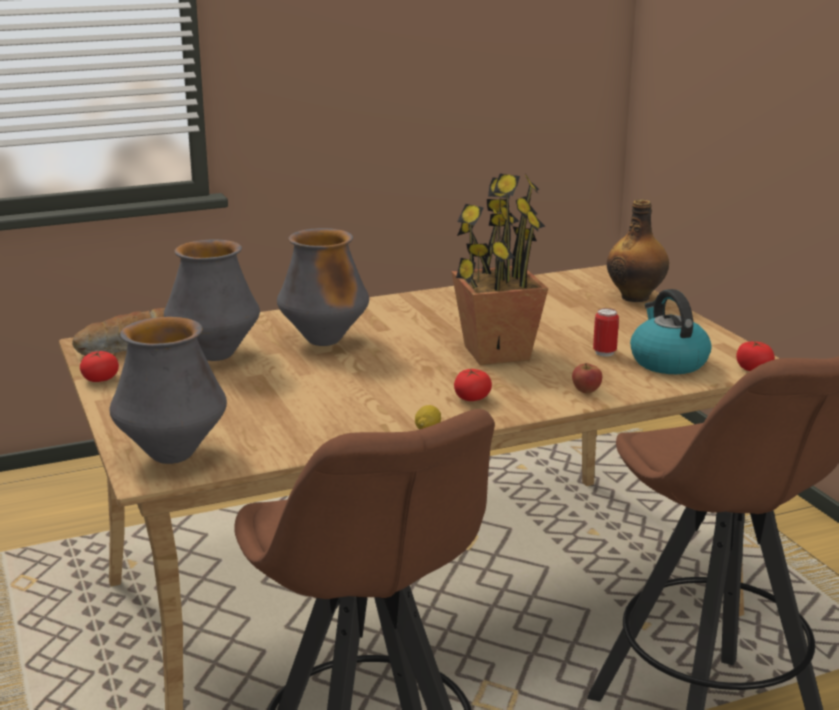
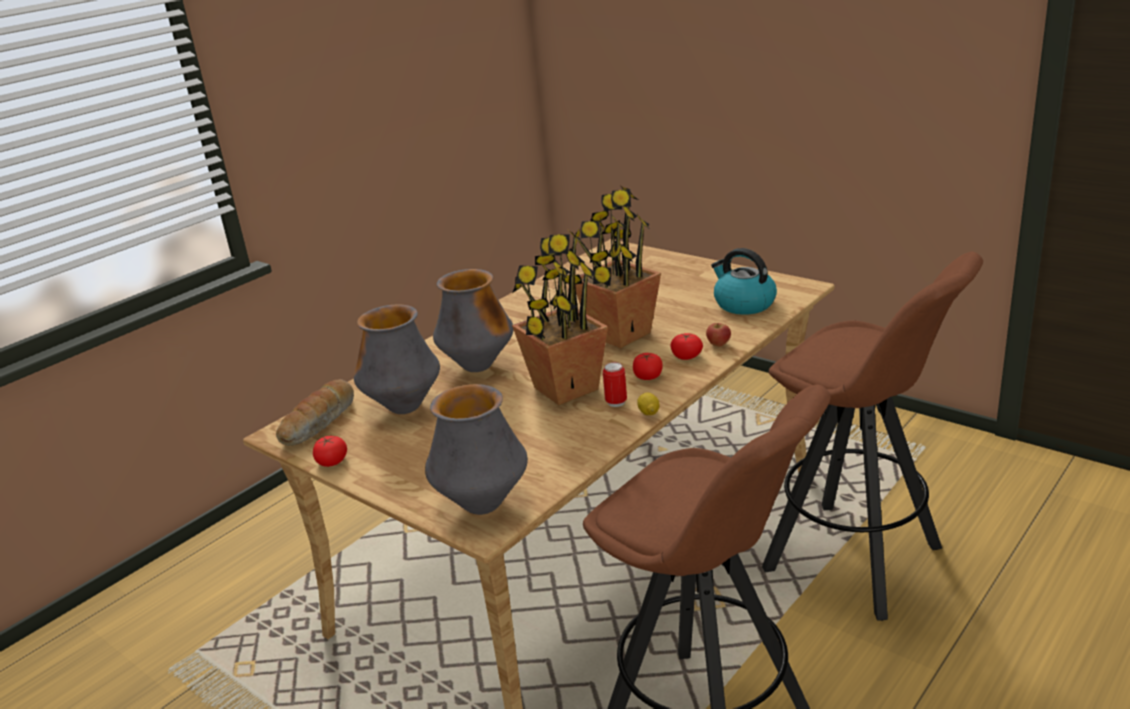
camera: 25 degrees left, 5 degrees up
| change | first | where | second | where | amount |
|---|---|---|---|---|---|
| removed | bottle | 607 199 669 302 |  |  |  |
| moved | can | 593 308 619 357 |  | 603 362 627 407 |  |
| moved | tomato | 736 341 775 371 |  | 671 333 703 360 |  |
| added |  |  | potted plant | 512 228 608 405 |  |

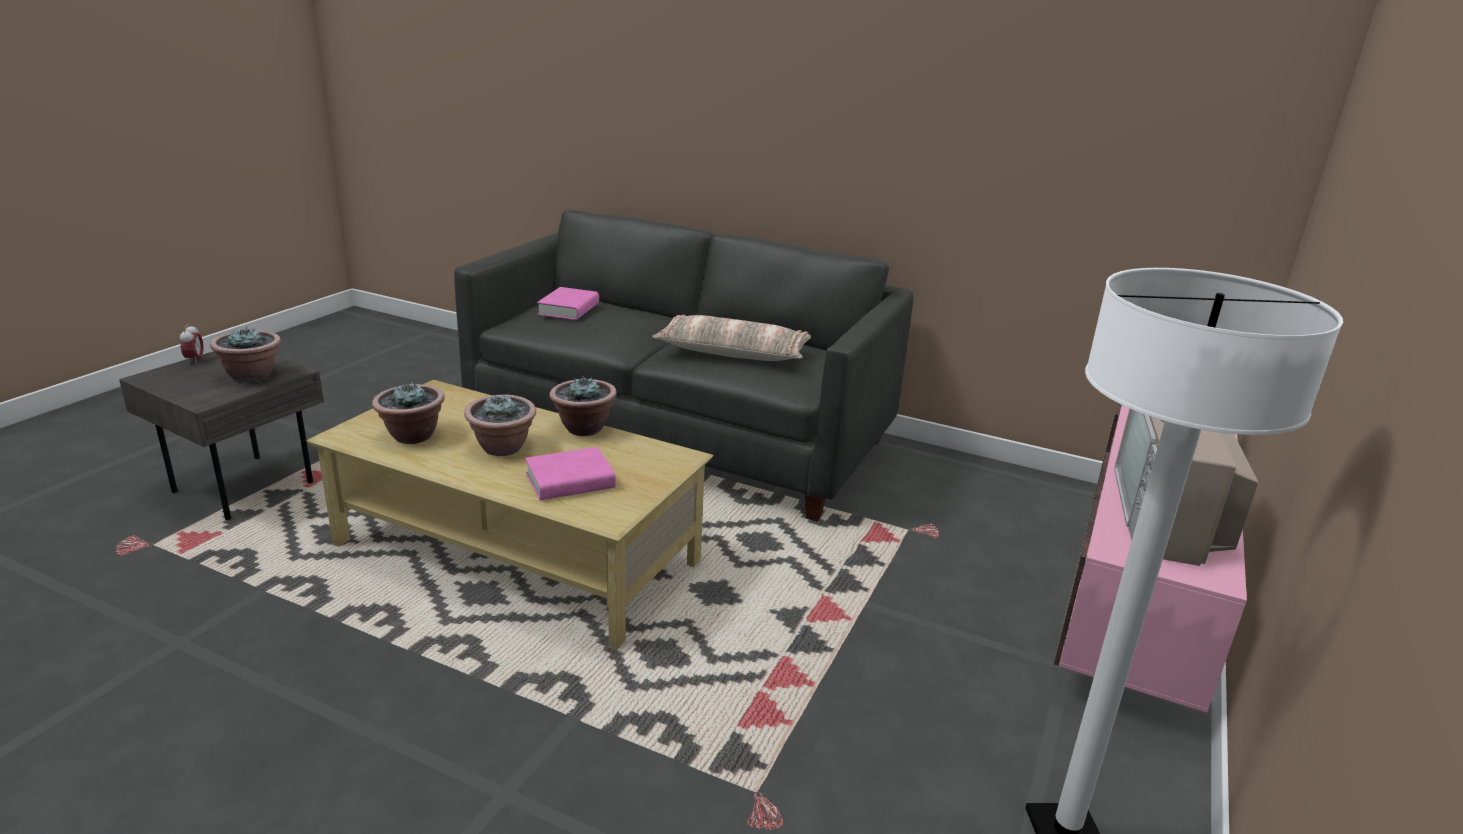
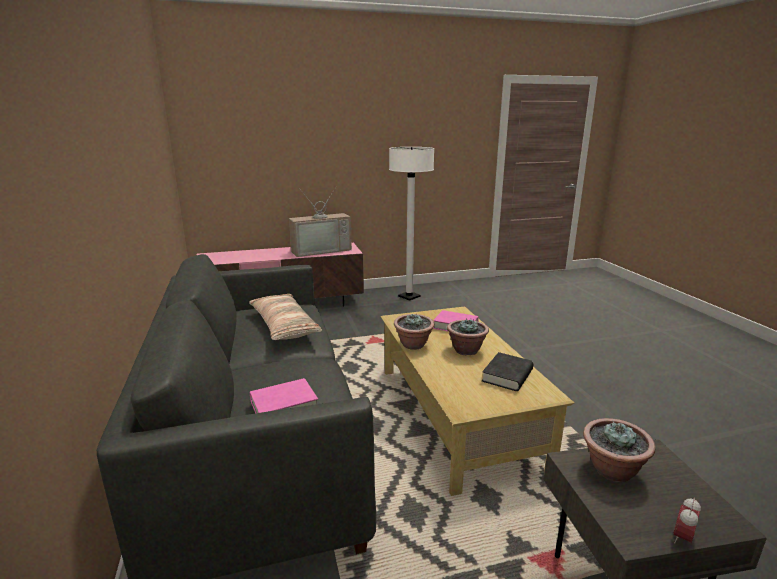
camera: 130 degrees left, 5 degrees down
| change | first | where | second | where | amount |
|---|---|---|---|---|---|
| replaced | potted plant | 372 382 445 444 | black book | 482 352 533 391 |  |

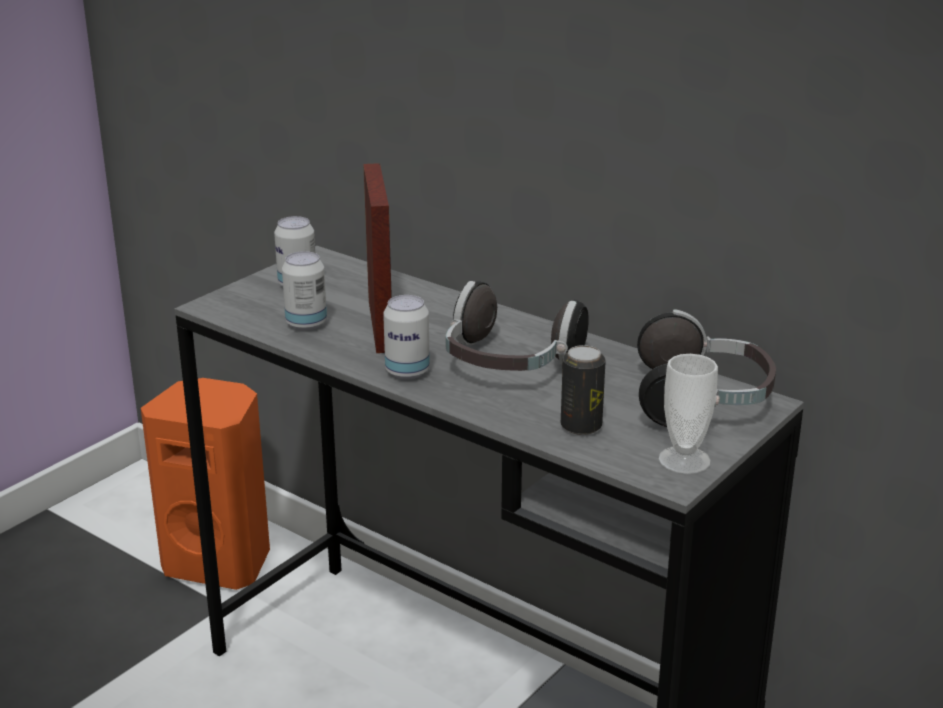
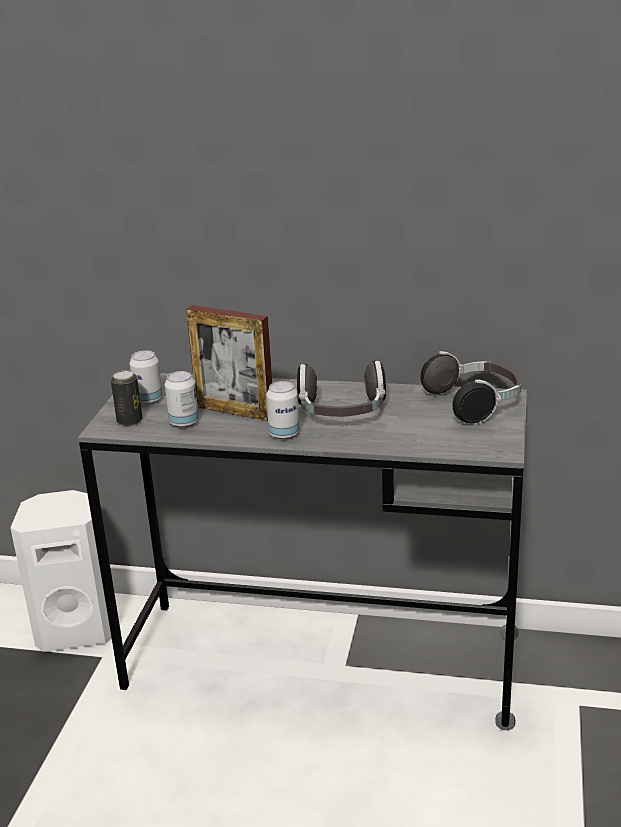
camera: 25 degrees left, 0 degrees up
| change | first | where | second | where | amount |
|---|---|---|---|---|---|
| turned | picture frame | 363 163 392 353 |  | 186 305 272 421 | 150 degrees clockwise |
| moved | can | 561 345 606 435 |  | 111 370 142 426 |  |
| removed | cup | 658 354 718 474 |  |  |  |
| recoloured | orange speaker | 141 378 270 590 | white speaker | 10 490 111 652 |  |

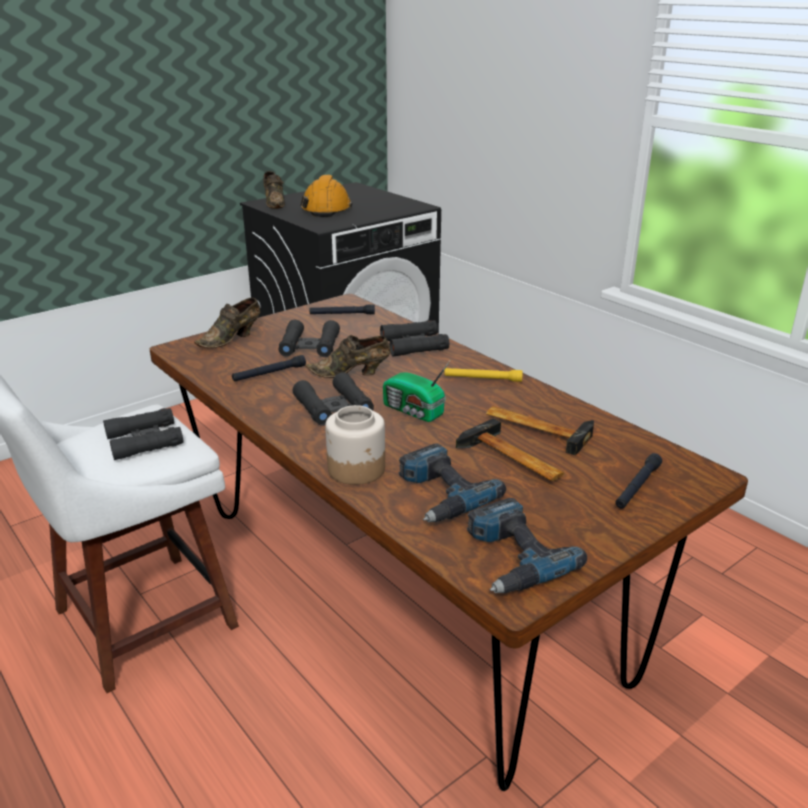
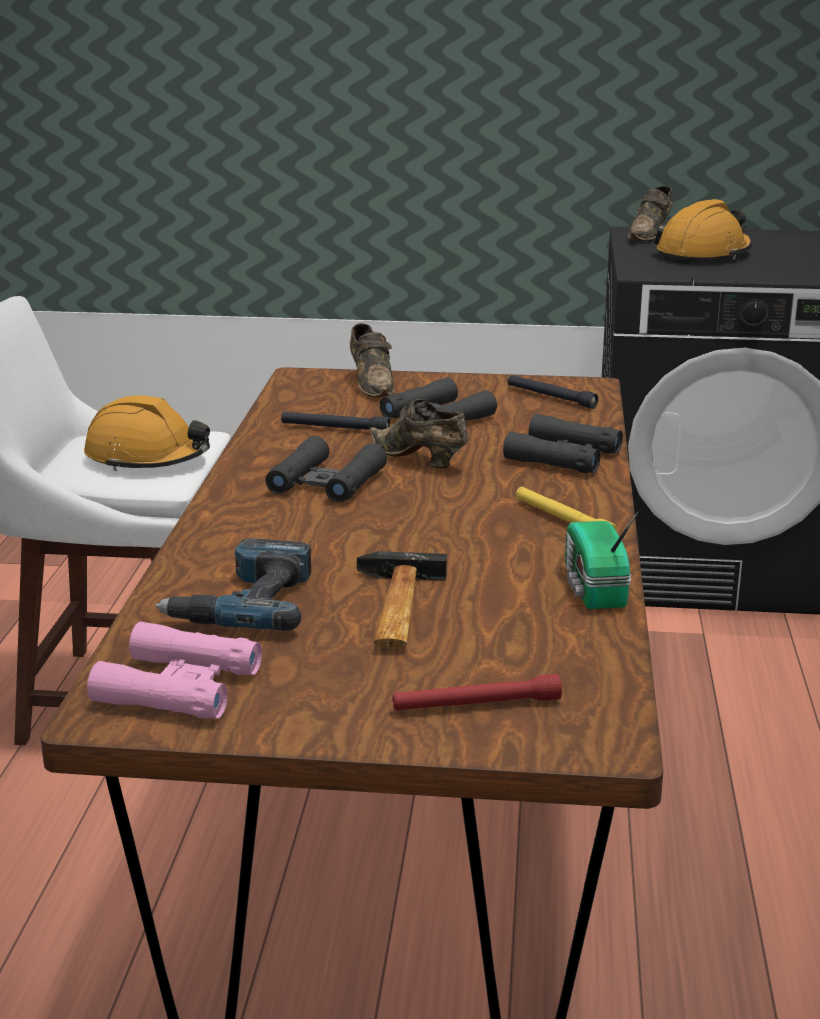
camera: 45 degrees right, 5 degrees down
| change | first | where | second | where | amount |
|---|---|---|---|---|---|
| turned | brown shoe | 194 298 261 348 |  | 350 323 394 398 | 105 degrees counterclockwise |
| moved | radio | 383 361 450 422 |  | 565 512 638 609 |  |
| removed | jar | 325 405 385 485 |  |  |  |
| removed | hammer | 486 406 594 456 |  |  |  |
| replaced | black binoculars | 103 408 184 460 | orange hard hat | 84 395 210 471 |  |
| recoloured | black flashlight | 615 453 662 509 | red flashlight | 392 674 562 711 |  |
| replaced | power drill | 467 498 587 593 | pink binoculars | 87 622 262 719 |  |

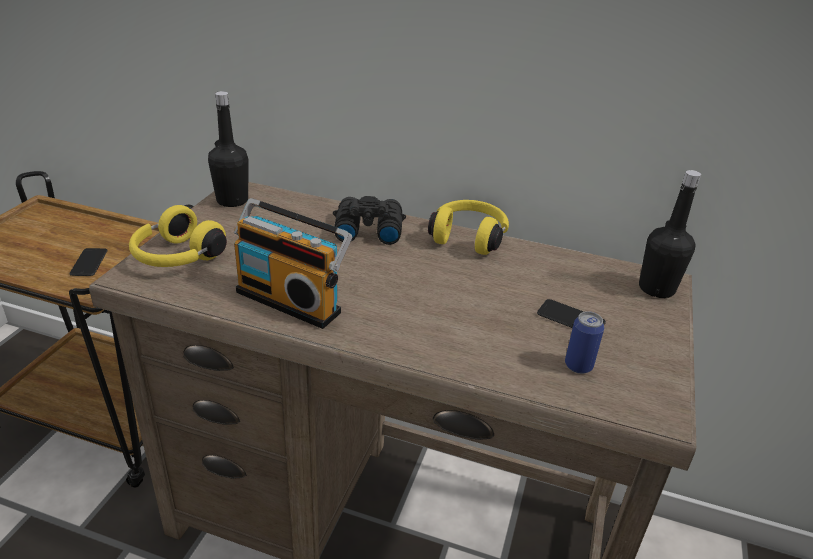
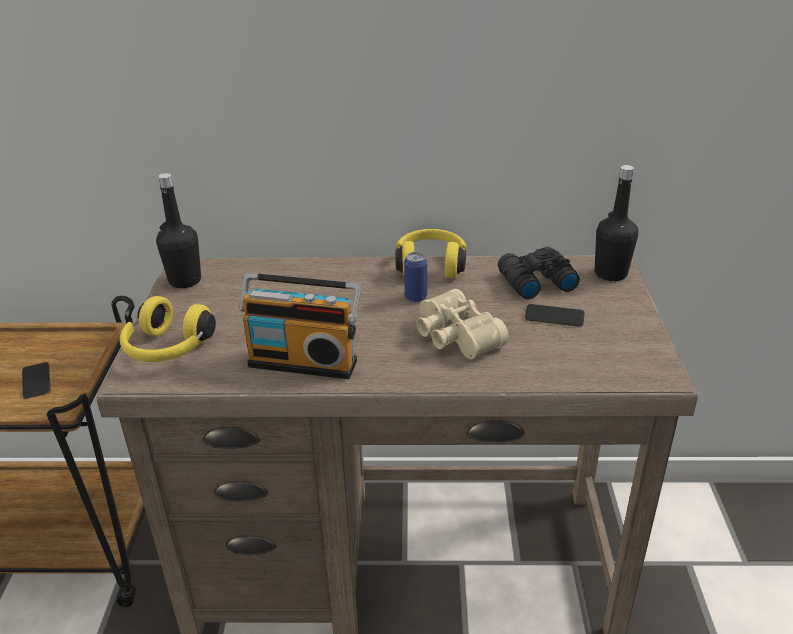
camera: 15 degrees left, 0 degrees up
| change | first | where | second | where | amount |
|---|---|---|---|---|---|
| moved | black binoculars | 333 196 406 245 |  | 498 247 580 299 |  |
| moved | can | 565 311 604 374 |  | 404 252 427 302 |  |
| added |  |  | beige binoculars | 417 289 509 359 |  |

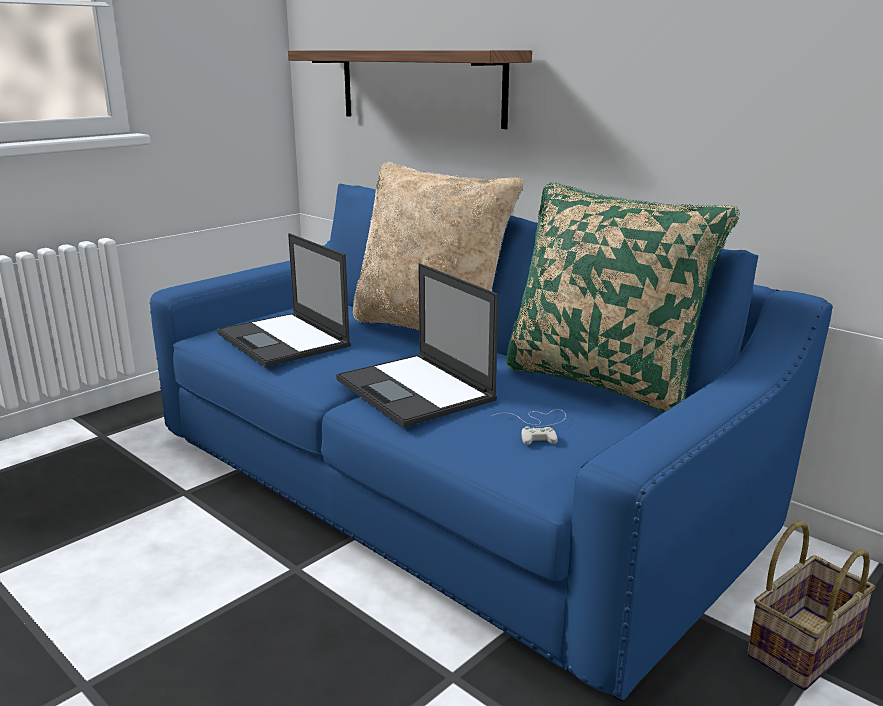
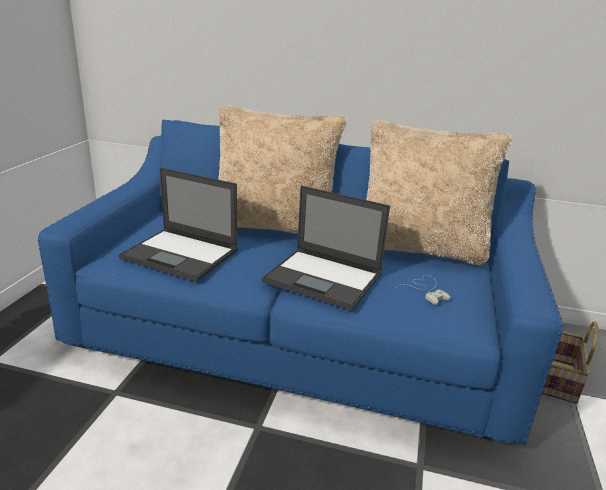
camera: 30 degrees left, 5 degrees up
| change | first | where | second | where | amount |
|---|---|---|---|---|---|
| removed | shelf | 288 50 532 129 |  |  |  |
| recoloured | green pillow | 506 183 740 413 | beige pillow | 366 120 512 265 |  |

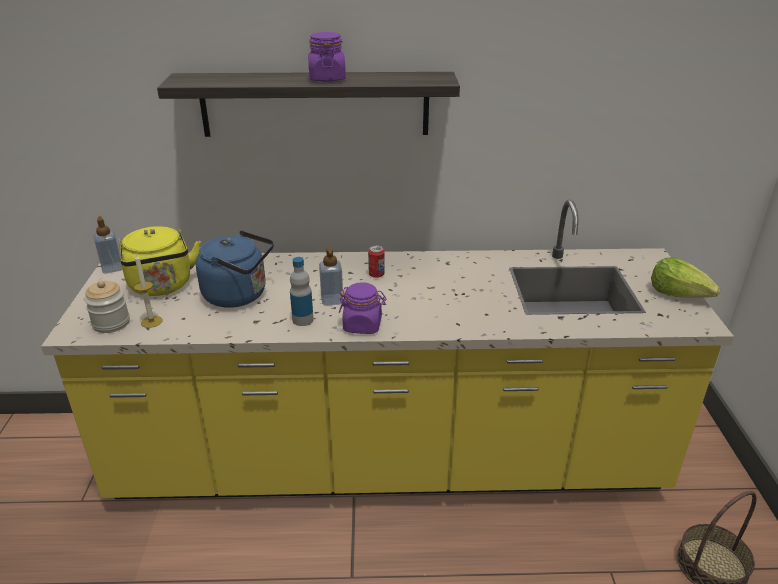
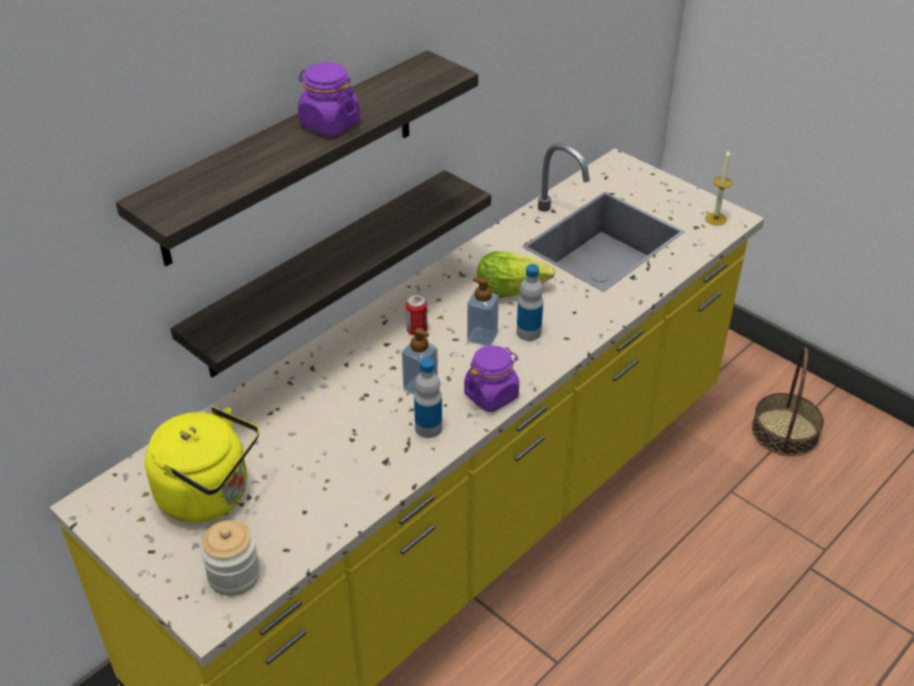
camera: 45 degrees left, 10 degrees up
| change | first | where | second | where | amount |
|---|---|---|---|---|---|
| moved | soap dispenser | 94 216 122 274 |  | 467 277 499 346 |  |
| removed | blue kettle | 196 230 274 308 |  |  |  |
| moved | candle | 134 254 162 328 |  | 705 150 732 226 |  |
| moved | lettuce | 651 257 721 298 |  | 477 251 555 298 |  |
| added |  |  | shelf | 170 170 491 378 |  |
| added |  |  | bottle | 517 264 543 341 |  |

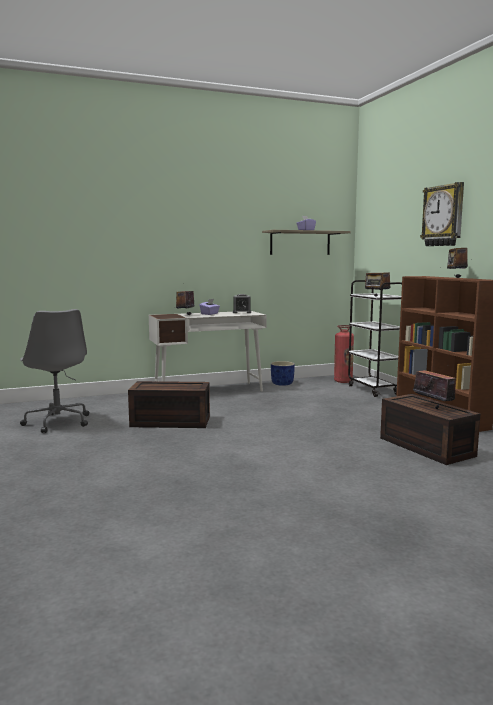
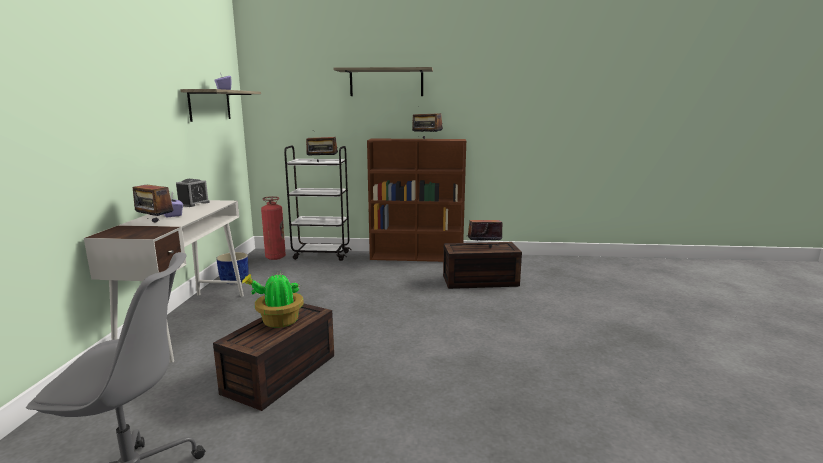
camera: 65 degrees left, 5 degrees up
| change | first | where | second | where | amount |
|---|---|---|---|---|---|
| replaced | wall clock | 420 182 464 246 | shelf | 333 67 433 96 |  |
| added |  |  | potted plant | 242 272 304 328 |  |

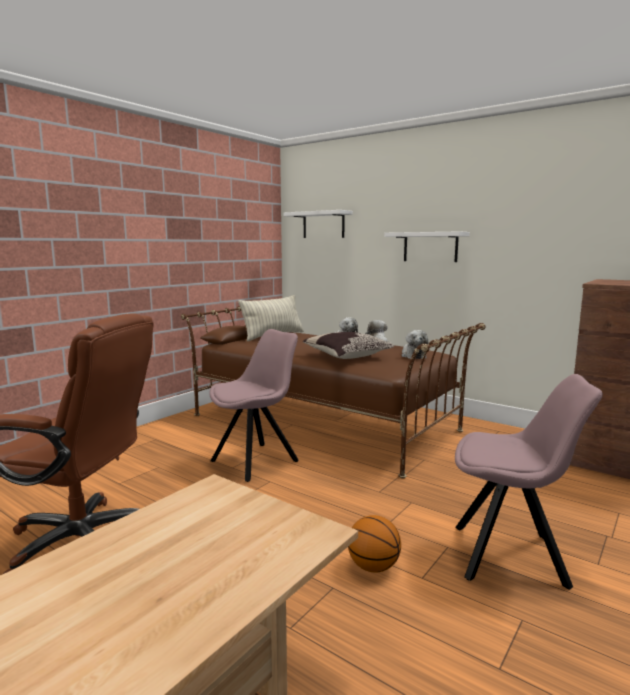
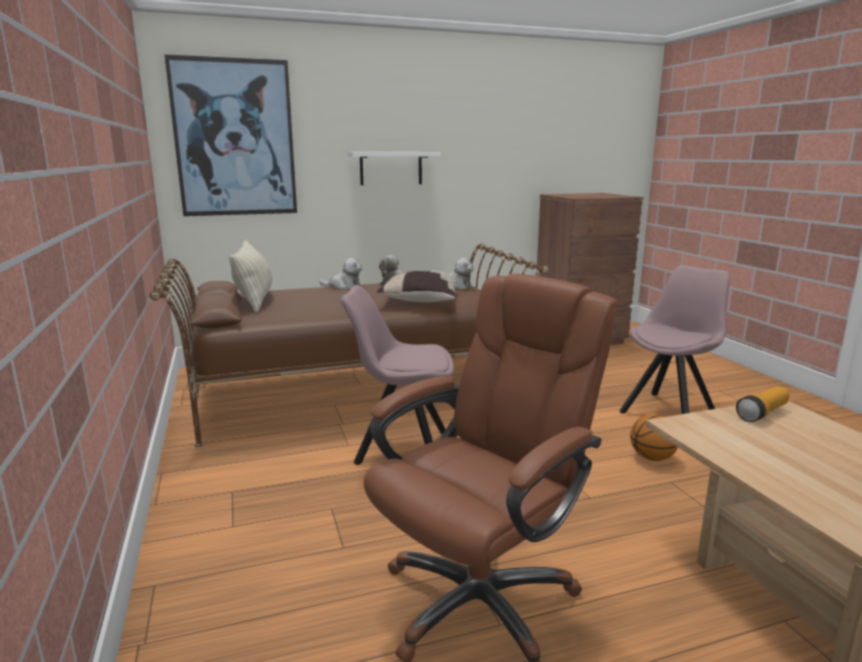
camera: 55 degrees left, 5 degrees up
| change | first | where | second | where | amount |
|---|---|---|---|---|---|
| replaced | white shelf | 284 210 353 238 | picture | 164 54 297 216 |  |
| turned | pink chair | 209 329 298 482 |  | 340 285 454 465 | 75 degrees counterclockwise |
| added |  |  | flashlight | 736 386 789 422 |  |

